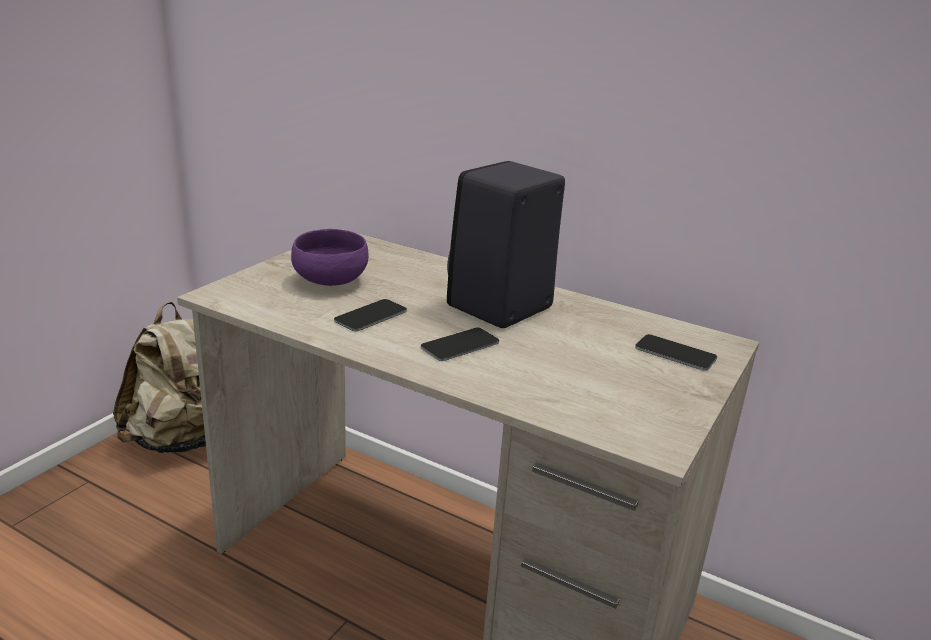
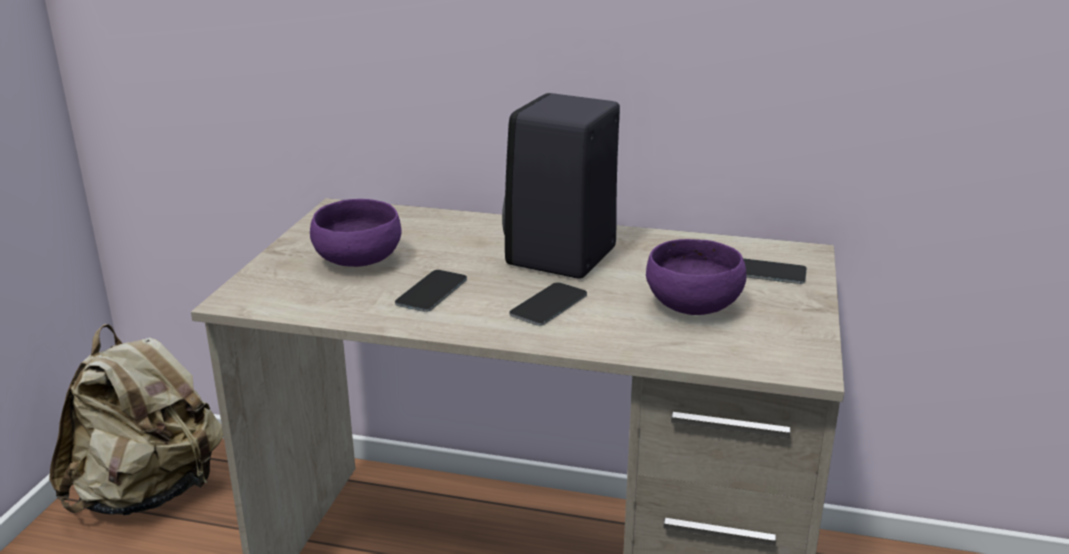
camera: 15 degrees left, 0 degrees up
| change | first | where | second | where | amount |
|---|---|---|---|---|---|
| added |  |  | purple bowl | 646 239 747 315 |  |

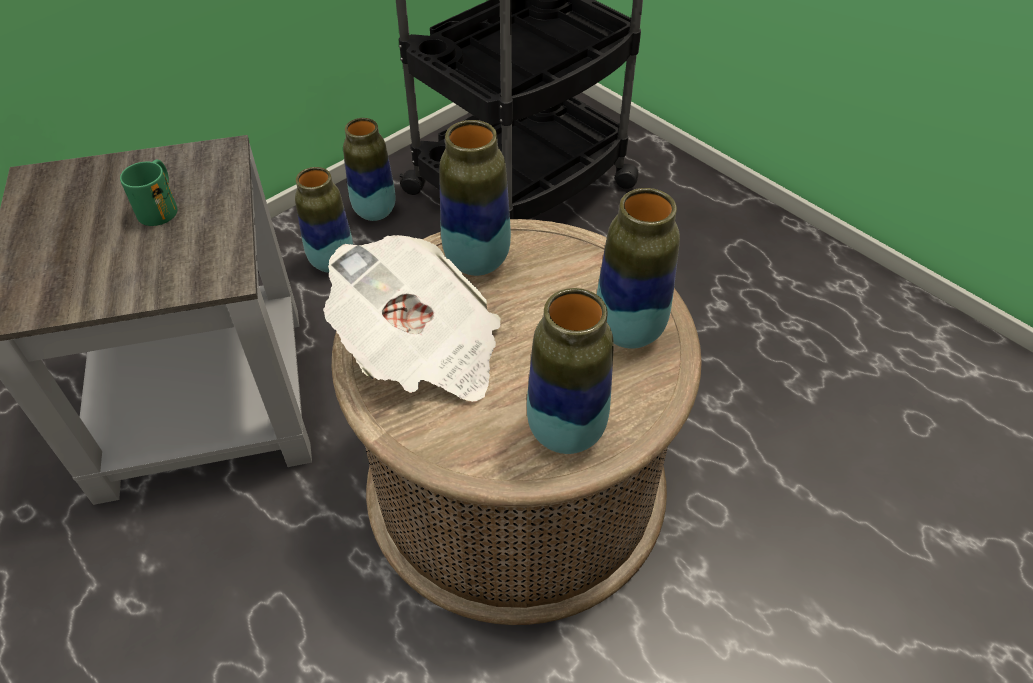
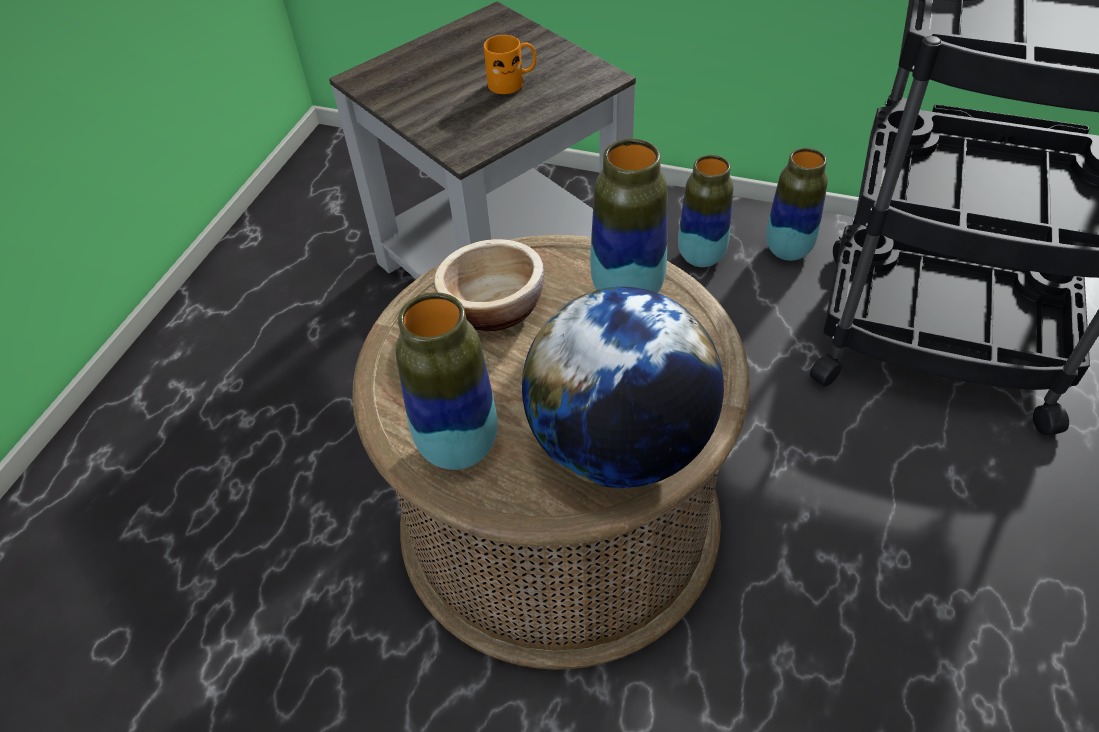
camera: 65 degrees right, 0 degrees up
| change | first | where | second | where | amount |
|---|---|---|---|---|---|
| recoloured | green mug | 120 160 178 226 | orange mug | 484 35 537 94 |  |
| replaced | vase | 597 188 680 349 | globe | 522 287 724 488 |  |
| replaced | newspaper | 323 235 501 402 | bowl | 434 239 544 331 |  |

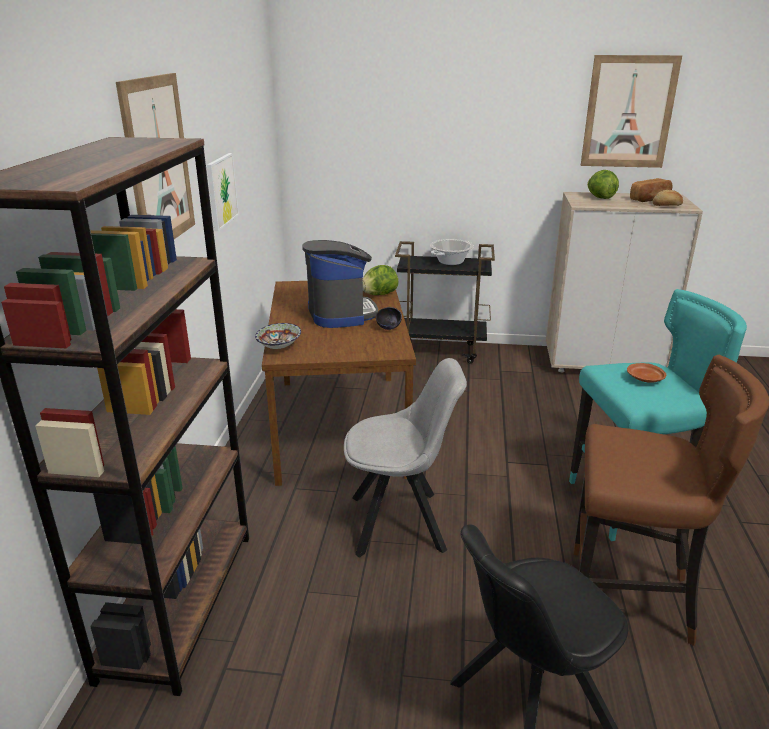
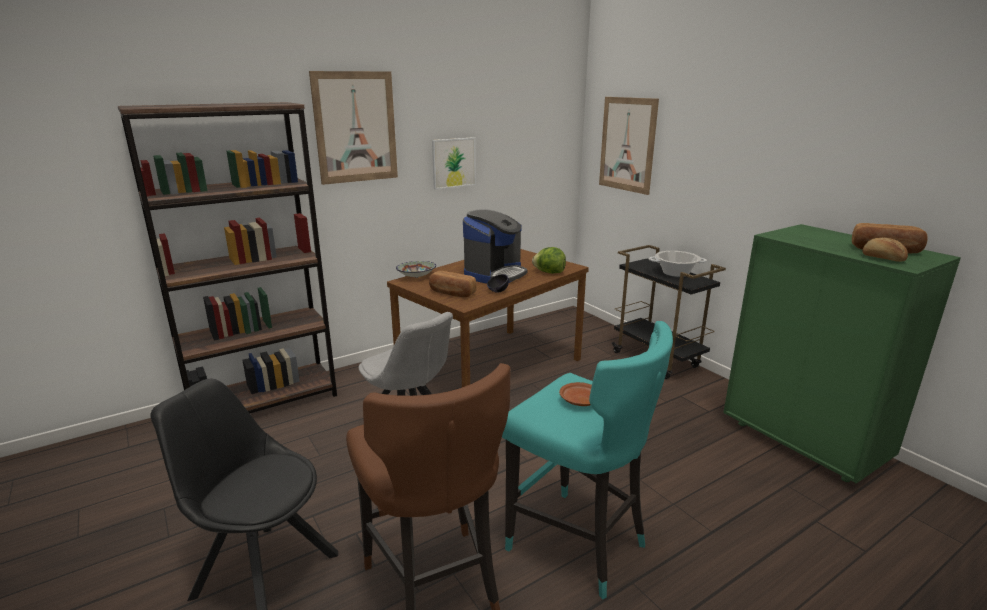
camera: 50 degrees right, 5 degrees down
| change | first | where | second | where | amount |
|---|---|---|---|---|---|
| moved | picture | 581 55 682 168 |  | 599 97 659 195 |  |
| removed | lettuce | 587 170 619 199 |  |  |  |
| recoloured | beige cabinet | 546 192 703 372 | green cabinet | 723 224 961 484 |  |
| added |  |  | bread | 429 271 476 297 |  |

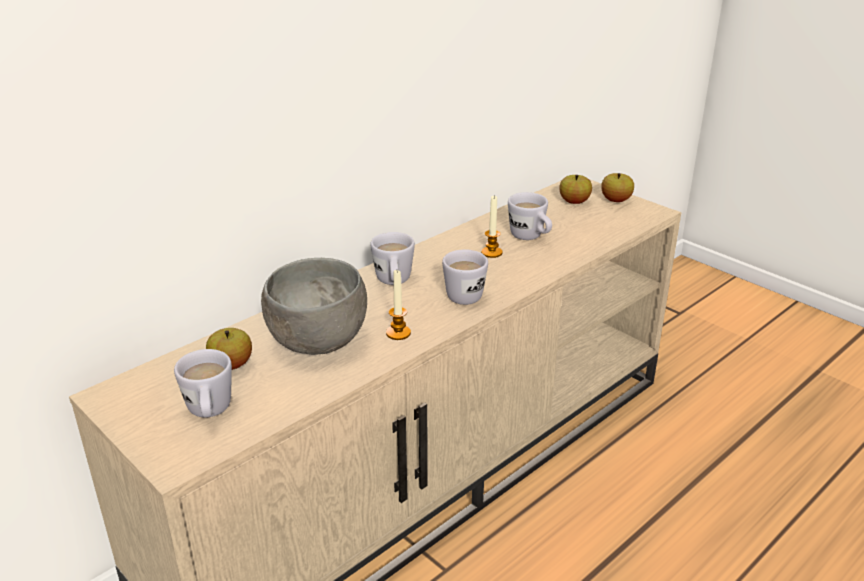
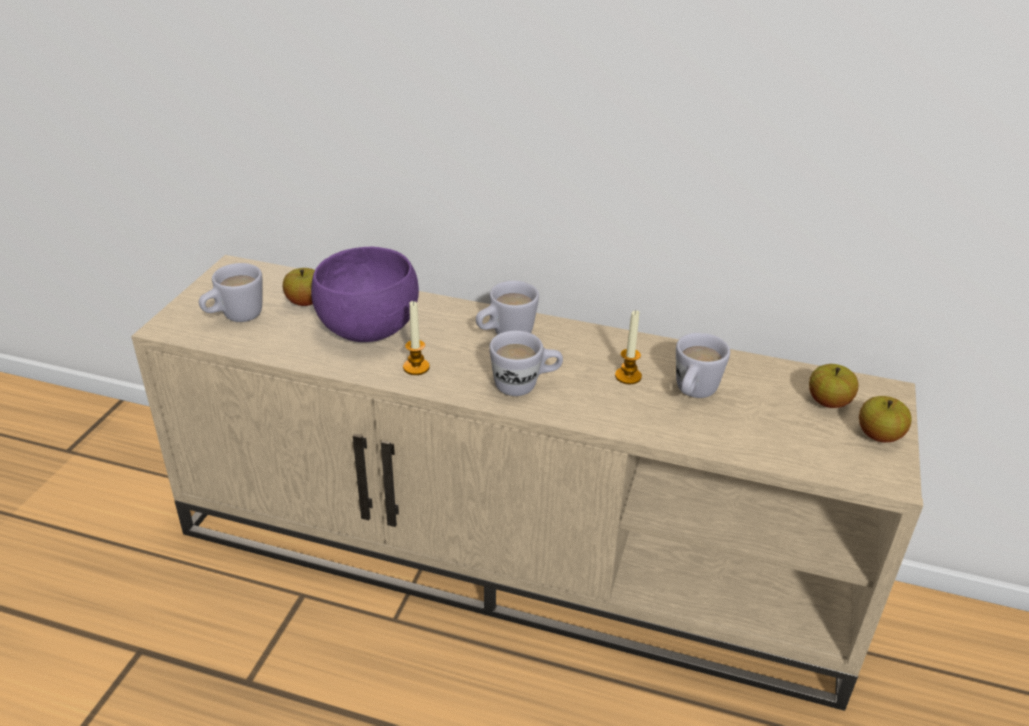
camera: 60 degrees right, 5 degrees up
| change | first | where | second | where | amount |
|---|---|---|---|---|---|
| recoloured | grey bowl | 261 258 367 355 | purple bowl | 311 247 419 342 |  |

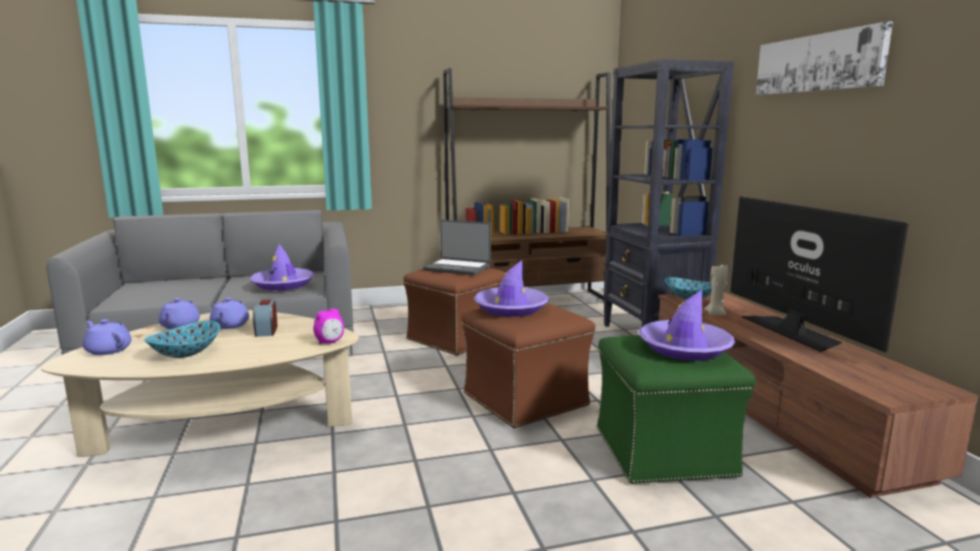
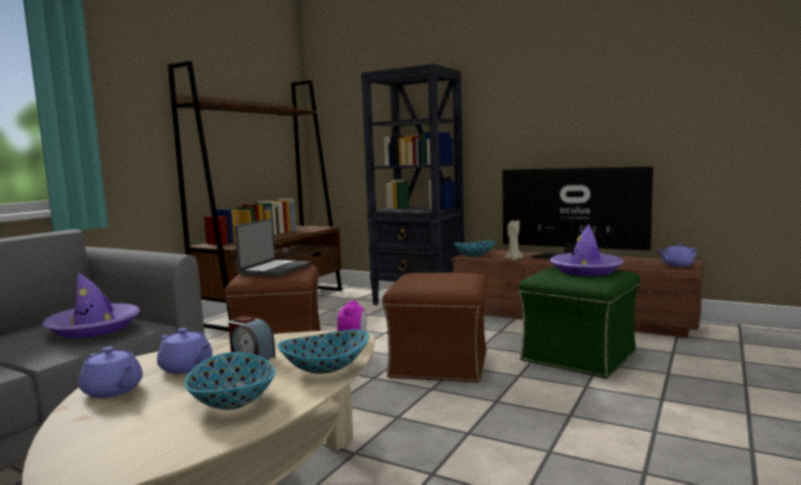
camera: 45 degrees left, 5 degrees down
| change | first | where | second | where | amount |
|---|---|---|---|---|---|
| removed | picture | 756 21 893 95 |  |  |  |
| turned | laptop | 423 220 491 275 |  | 235 218 311 277 | 45 degrees counterclockwise |
| removed | purple hat | 474 259 549 317 |  |  |  |
| moved | purple teapot | 83 319 131 355 |  | 658 243 698 267 |  |
| added |  |  | bowl | 277 330 369 374 |  |

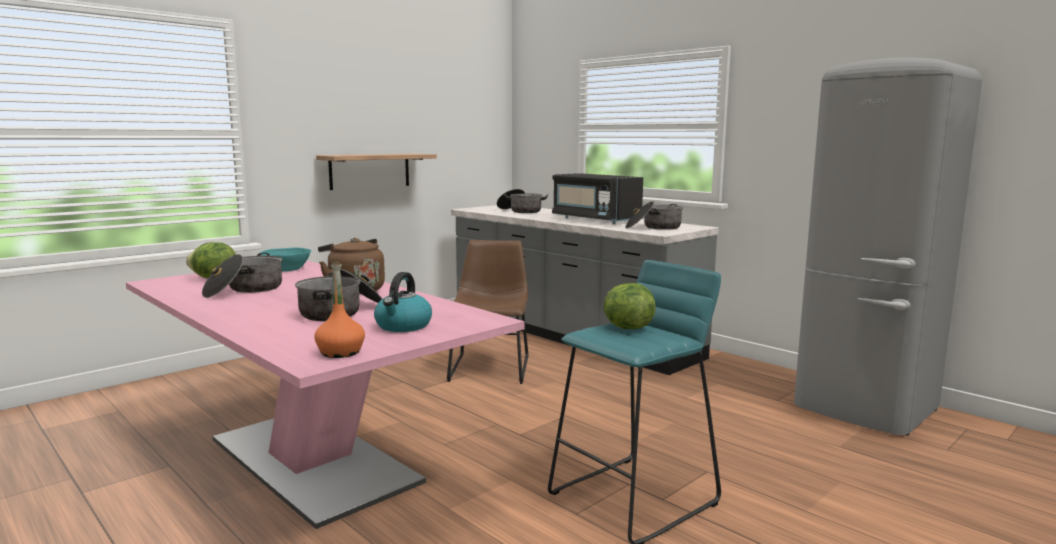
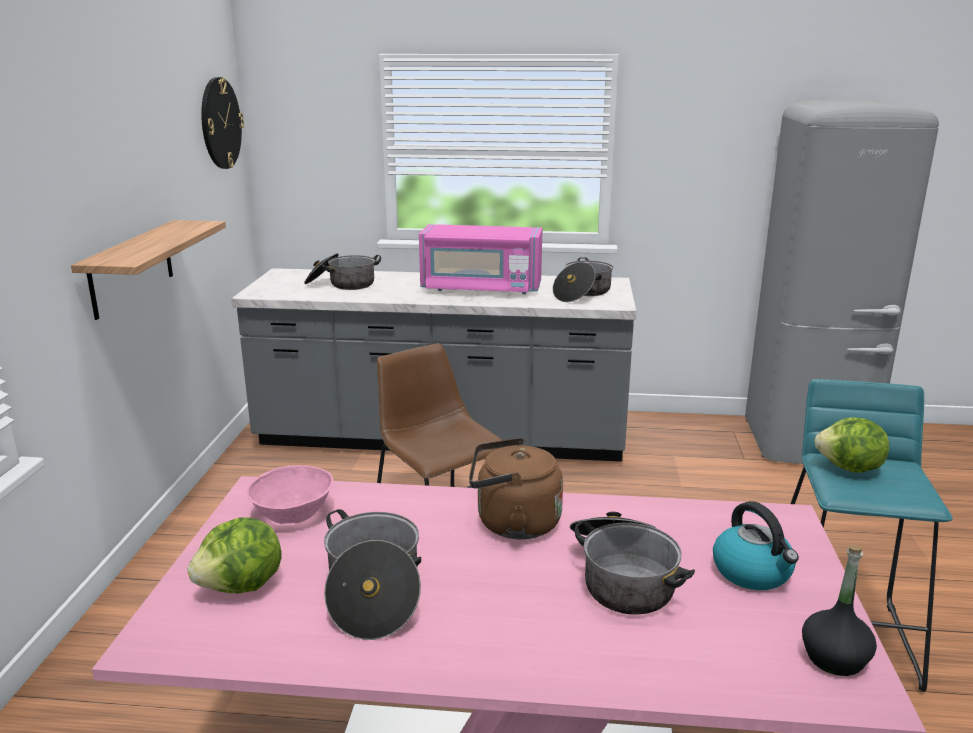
camera: 40 degrees left, 10 degrees up
| change | first | where | second | where | amount |
|---|---|---|---|---|---|
| recoloured | black microwave | 552 173 643 224 | pink microwave | 419 224 543 294 |  |
| recoloured | turquoise bowl | 260 247 312 272 | pink bowl | 246 465 333 524 |  |
| recoloured | orange bottle | 315 261 365 358 | black bottle | 802 545 877 676 |  |
| added |  |  | wall clock | 201 77 244 169 |  |

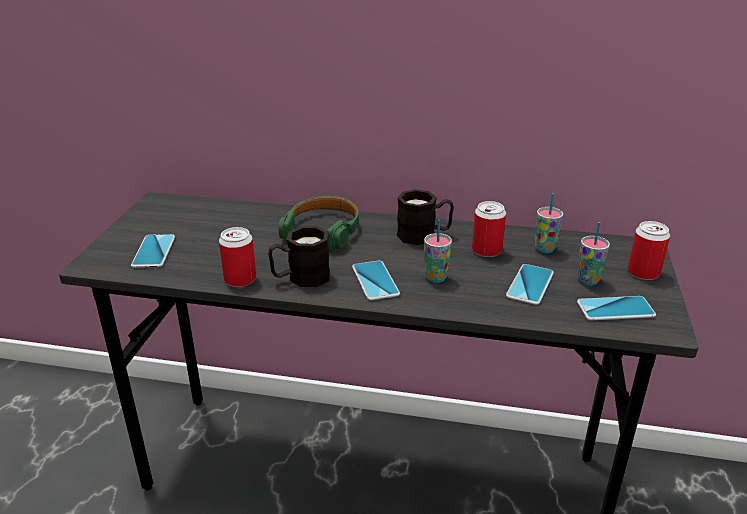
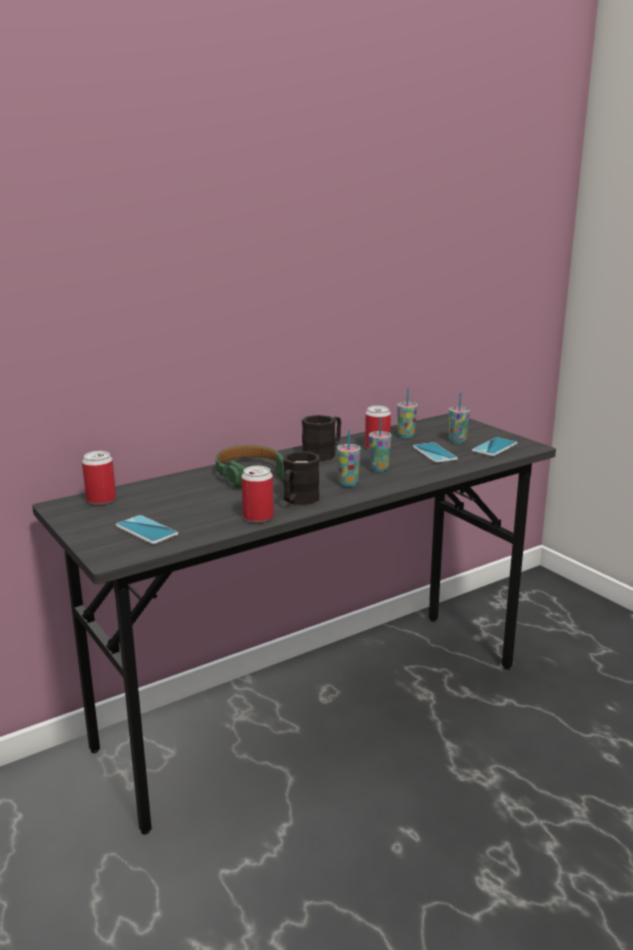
camera: 45 degrees left, 10 degrees down
| change | first | where | second | where | amount |
|---|---|---|---|---|---|
| moved | can | 627 221 670 280 |  | 82 451 116 505 |  |
| replaced | phone | 352 260 400 300 | cup | 337 429 361 487 |  |

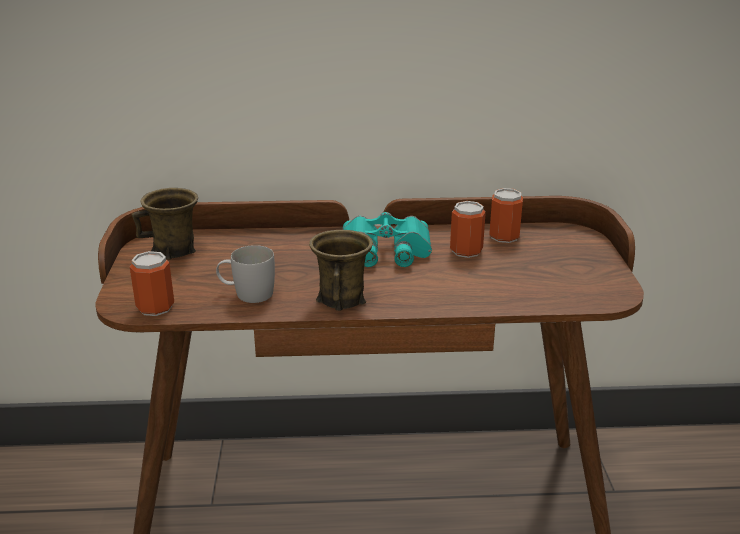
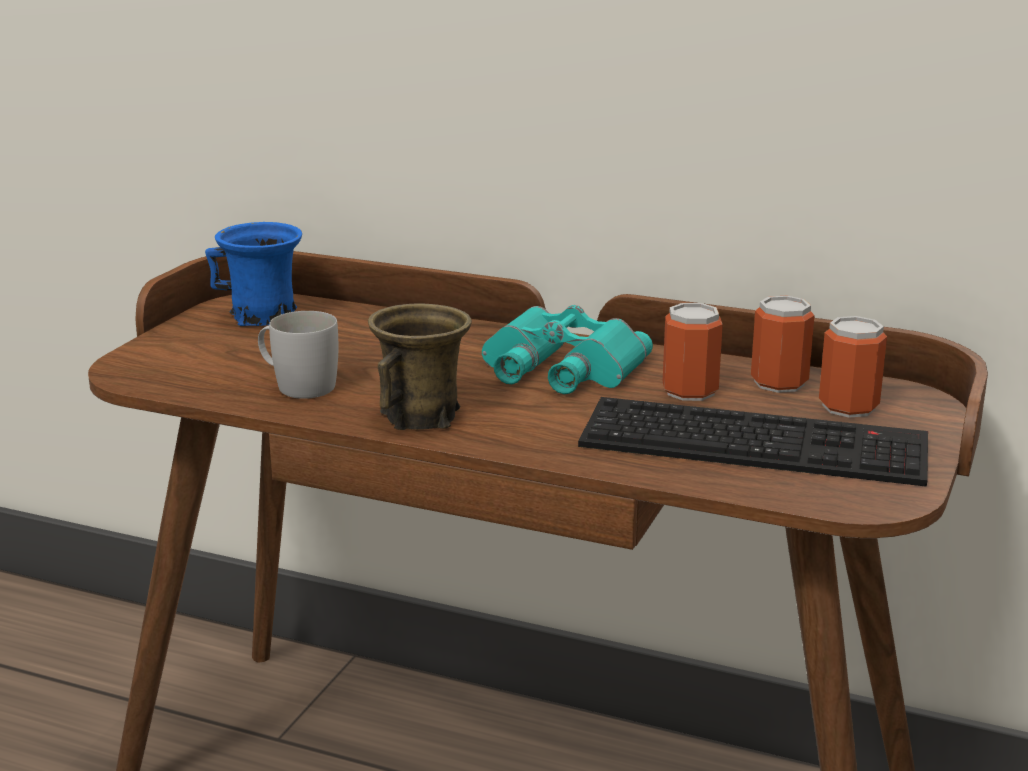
camera: 25 degrees right, 5 degrees down
| change | first | where | second | where | amount |
|---|---|---|---|---|---|
| recoloured | brown mug | 132 188 198 260 | blue mug | 205 222 302 326 |  |
| moved | can | 130 251 174 316 |  | 819 316 887 418 |  |
| added |  |  | keyboard | 578 397 928 487 |  |

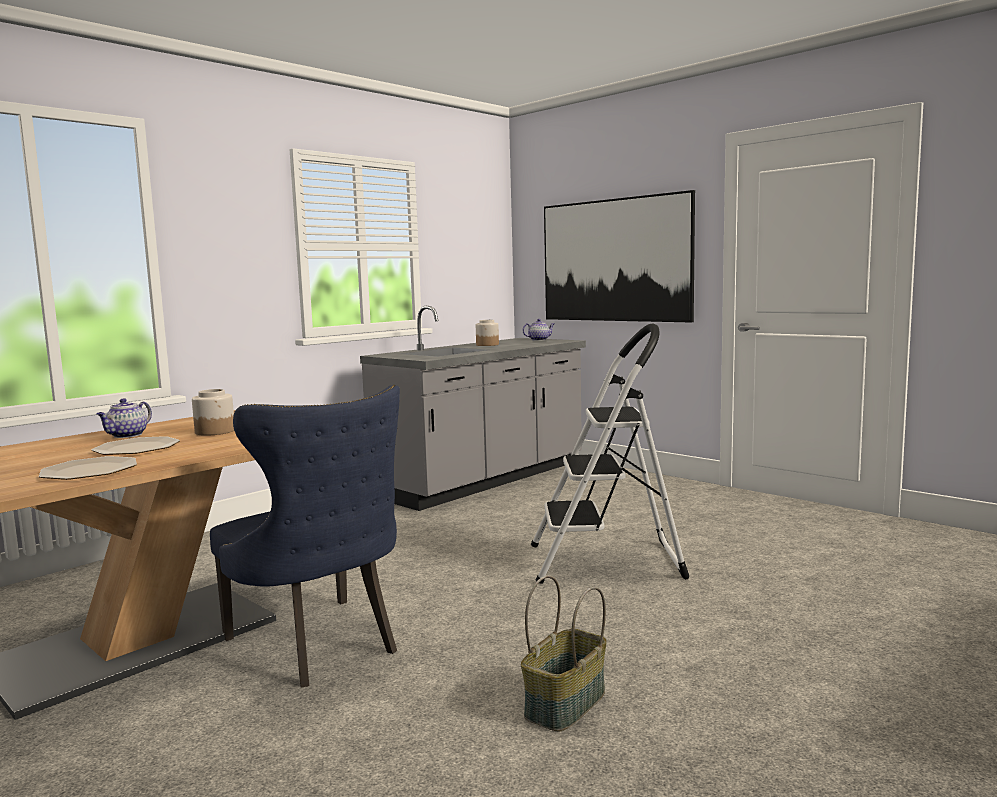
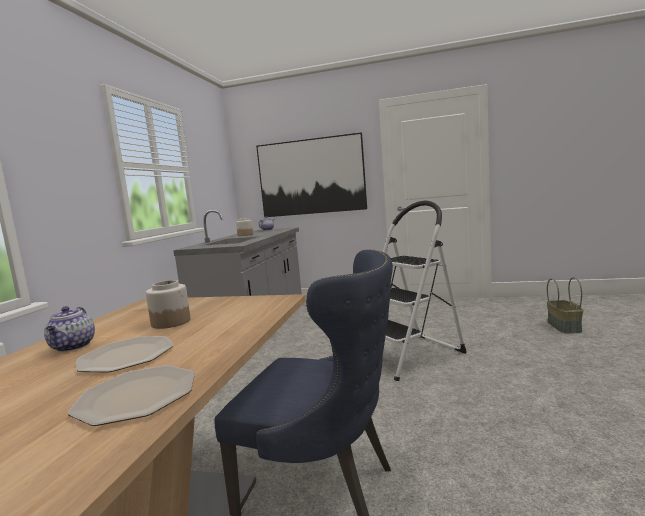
camera: 30 degrees left, 0 degrees up
| change | first | where | second | where | amount |
|---|---|---|---|---|---|
| moved | basket | 521 575 607 732 |  | 547 277 583 333 |  |

